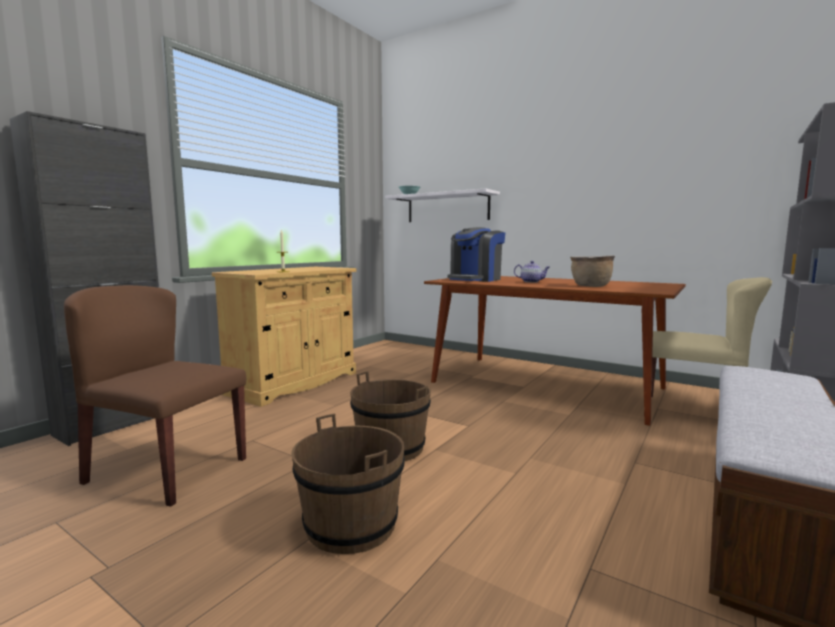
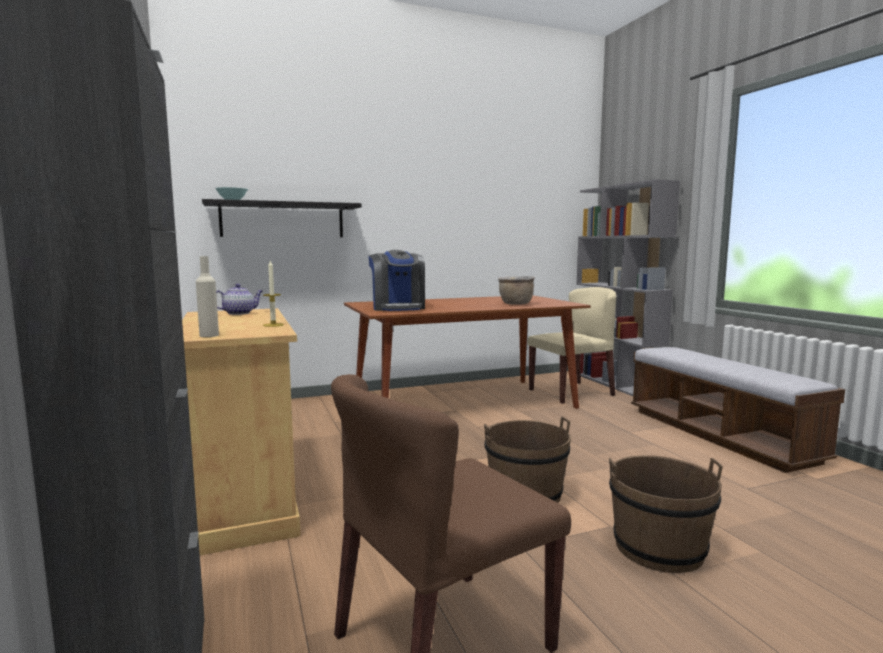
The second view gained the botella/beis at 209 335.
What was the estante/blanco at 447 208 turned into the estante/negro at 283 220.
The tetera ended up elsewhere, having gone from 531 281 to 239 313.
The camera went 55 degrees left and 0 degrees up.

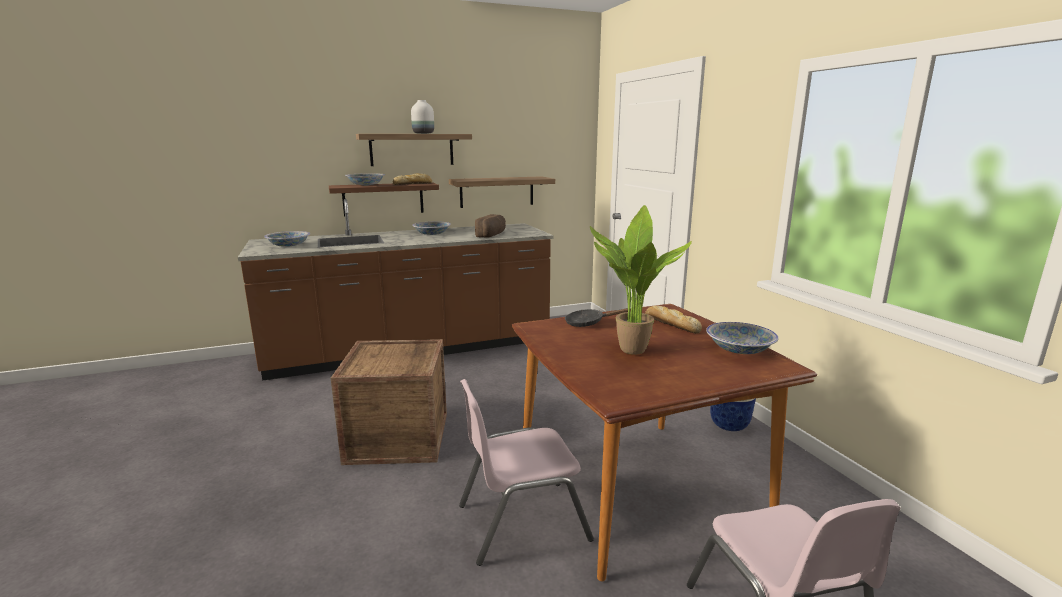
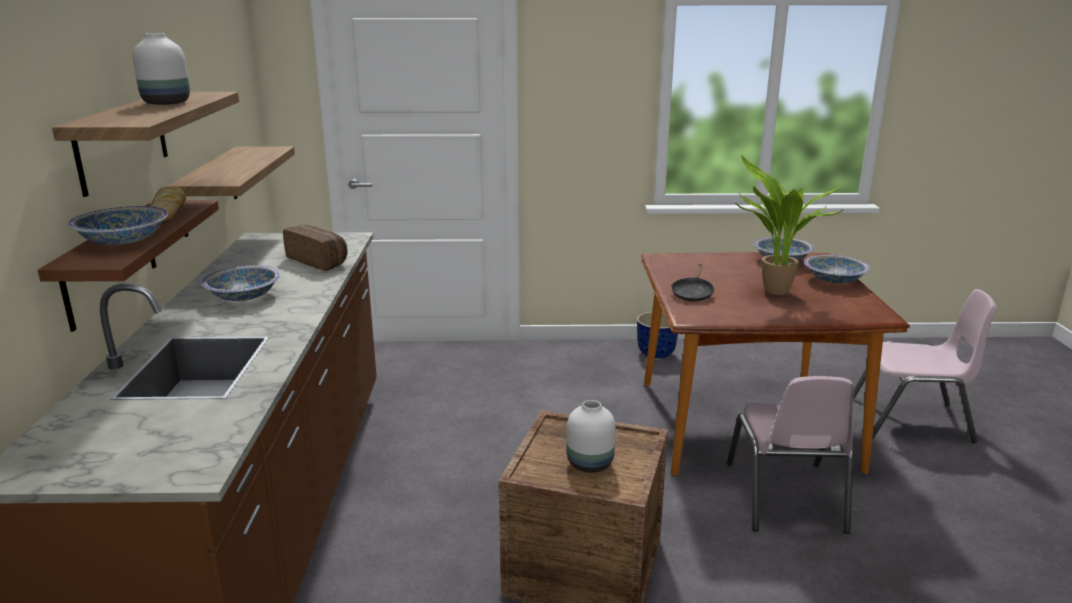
The second view gained the florero/blanco at 591 463.
The cuenco ended up elsewhere, having gone from 288 246 to 834 280.
The second view lost the pan at 670 324.
The camera went 70 degrees left and 5 degrees up.

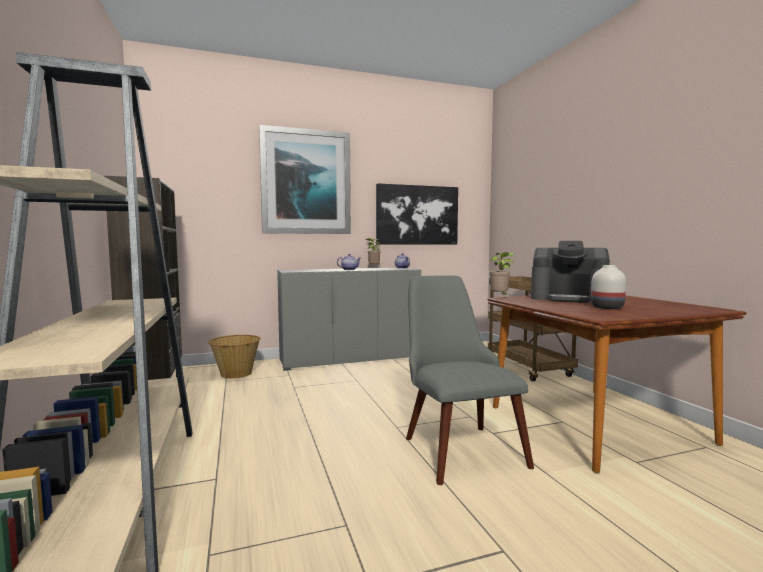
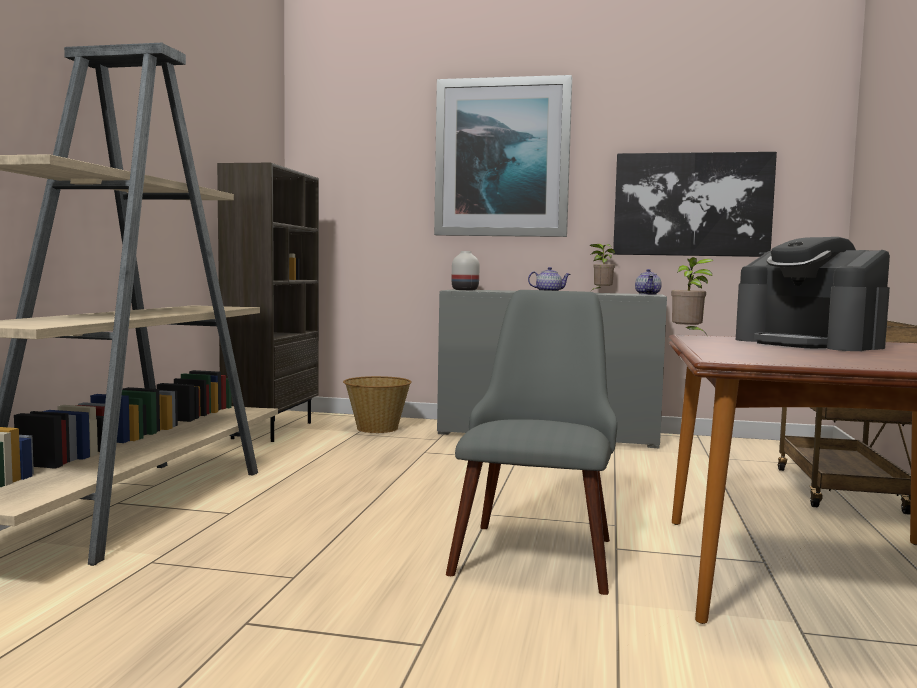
The florero/blanco ended up elsewhere, having gone from 607 307 to 464 290.
The camera went 30 degrees right and 0 degrees up.

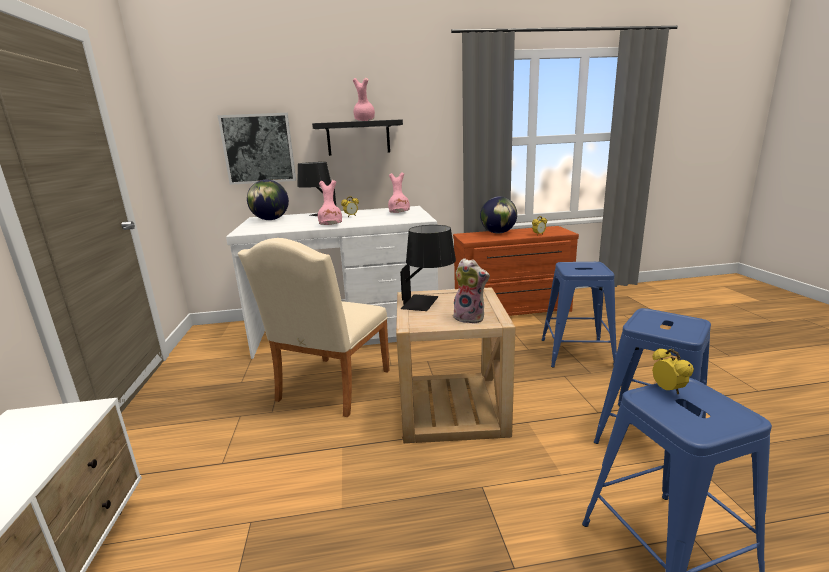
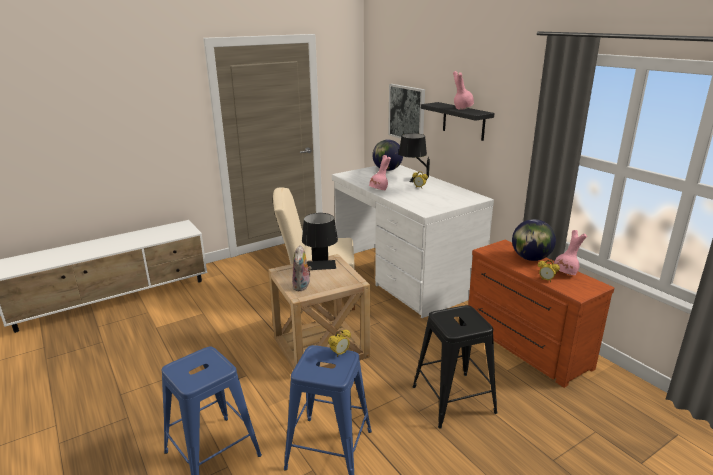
The despertador ended up elsewhere, having gone from 667 390 to 340 353.
What was the taburete/azul at 576 353 turned into the taburete/negro at 453 399.
The florero/rosa ended up elsewhere, having gone from 399 213 to 566 274.
The camera went 65 degrees right and 5 degrees up.

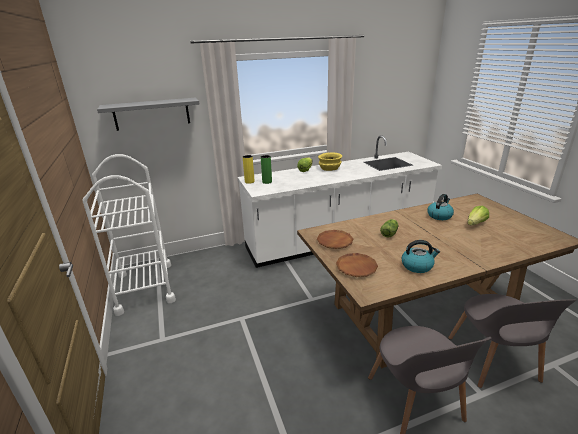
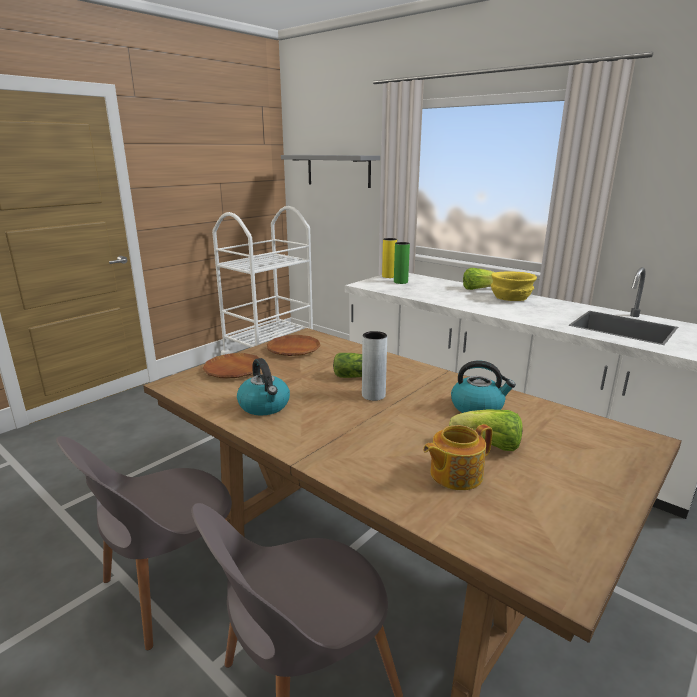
The second view gained the florero/gris at 373 395.
The second view gained the tetera at 454 474.
The camera went 60 degrees right and 5 degrees down.

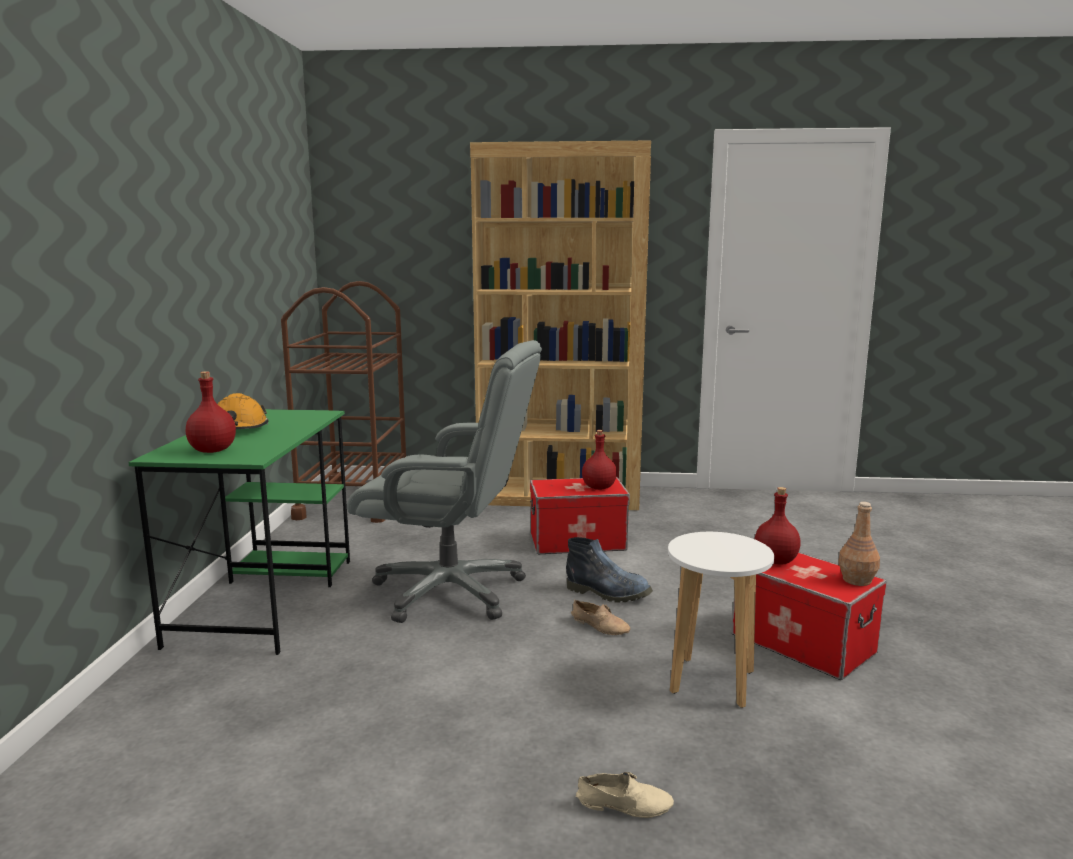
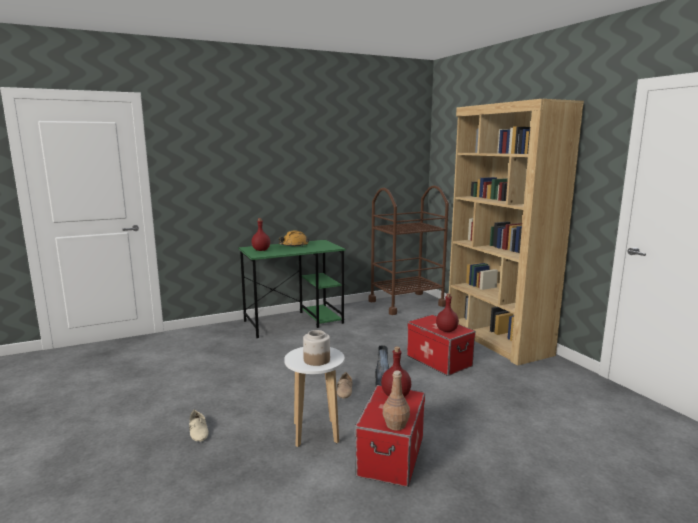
The second view gained the tarro at 316 360.
The second view lost the silla de oficina/gris at 451 591.
The camera went 60 degrees right and 0 degrees up.

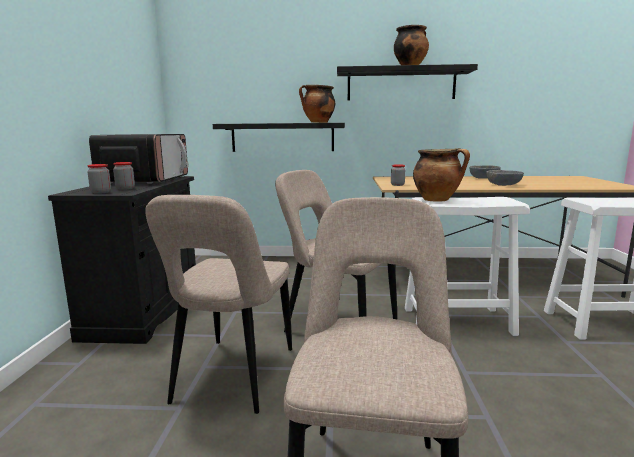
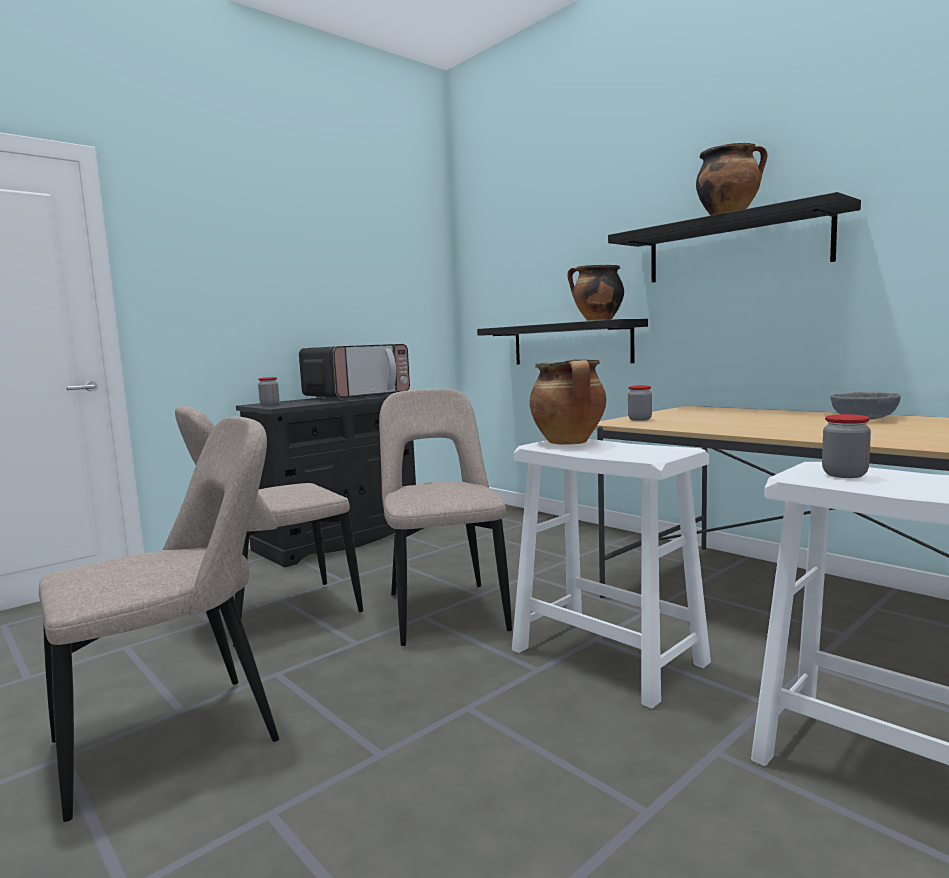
The tarro ended up elsewhere, having gone from 125 188 to 844 475.
The second view lost the cuenco/gris at 503 185.
The camera went 45 degrees right and 5 degrees down.

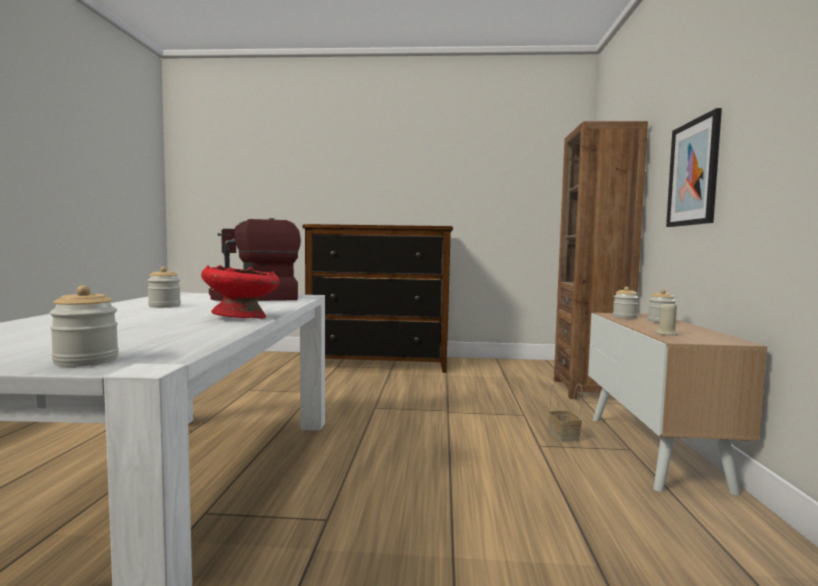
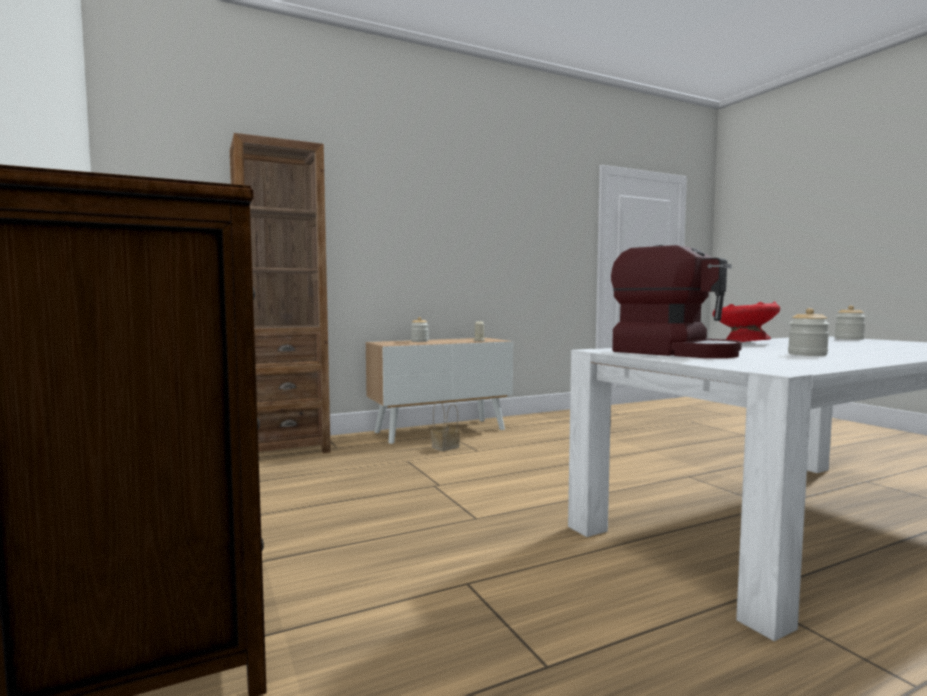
The second view lost the tarro at 624 317.
The second view lost the cuadro at 693 173.
The camera went 120 degrees left and 0 degrees up.

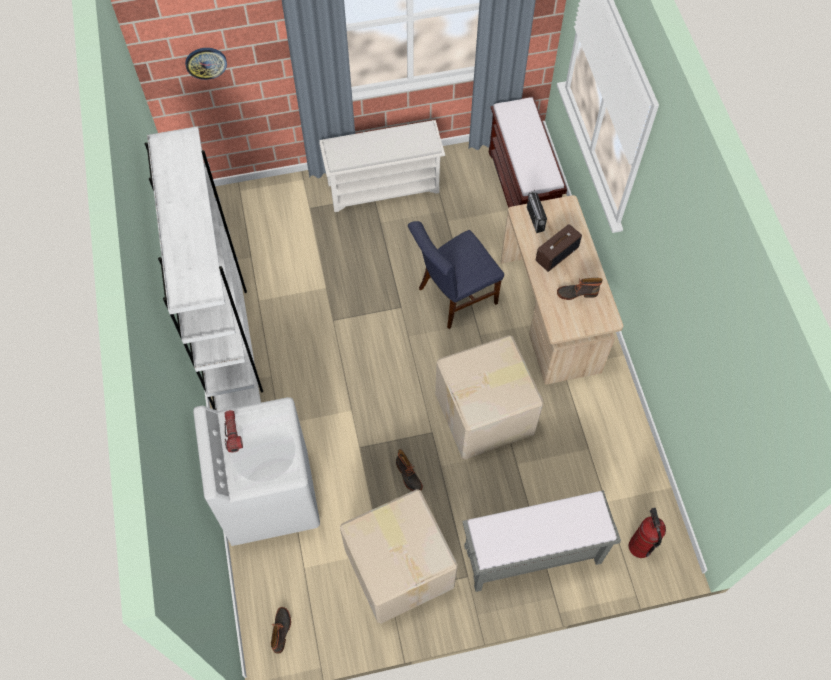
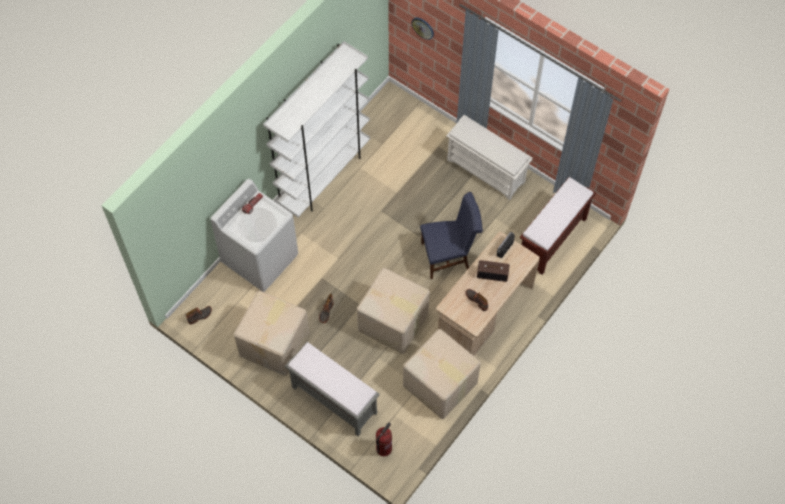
The second view gained the caja de cartón at 440 385.
The silla/azul at 453 297 ended up facing another way, 150 degrees clockwise from before.
The camera went 50 degrees right and 0 degrees up.

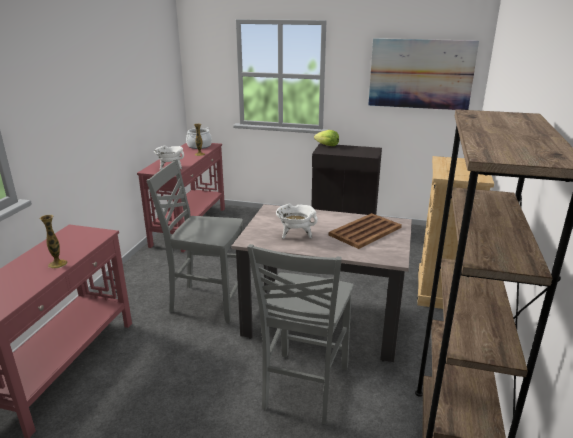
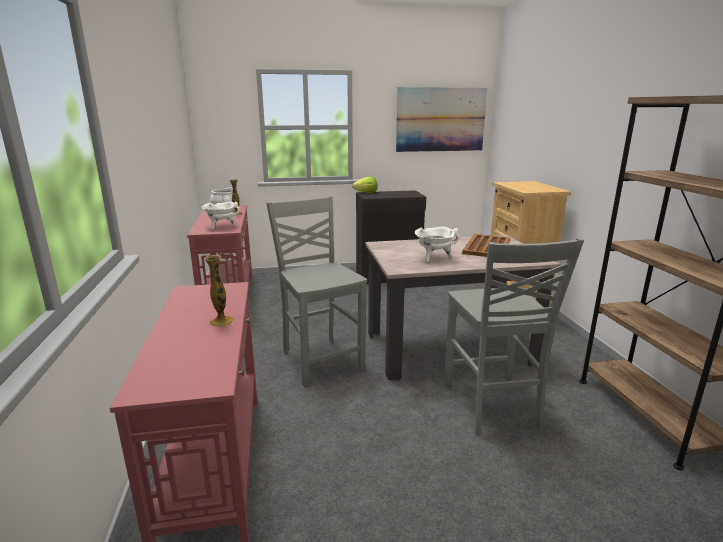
The silla/gris at 207 302 ended up facing another way, 75 degrees clockwise from before.
The camera went 25 degrees left and 5 degrees down.

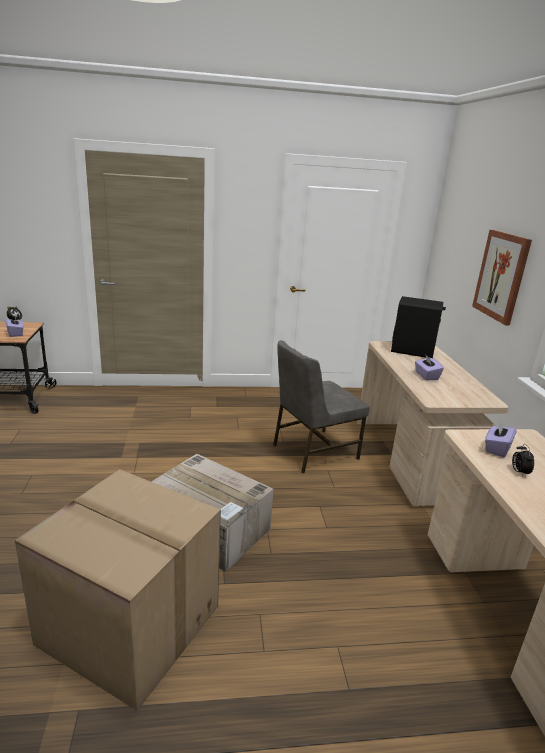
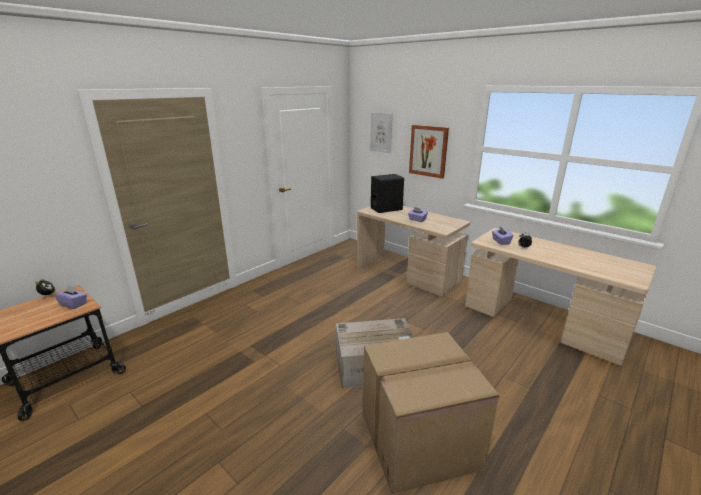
The second view gained the cuadro at 381 132.
The second view lost the silla/gris at 313 451.
The camera went 40 degrees left and 0 degrees up.

